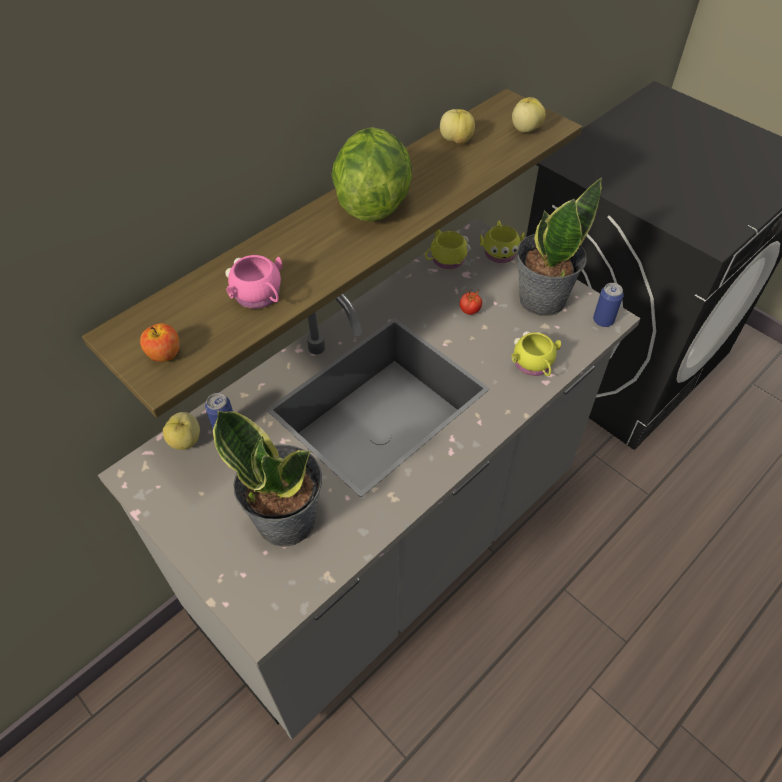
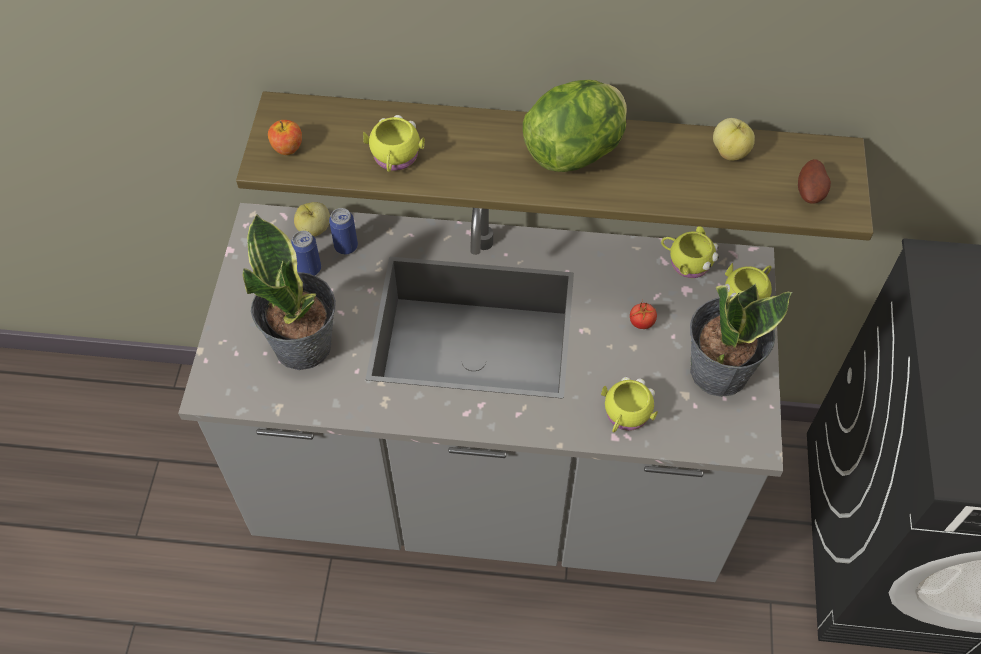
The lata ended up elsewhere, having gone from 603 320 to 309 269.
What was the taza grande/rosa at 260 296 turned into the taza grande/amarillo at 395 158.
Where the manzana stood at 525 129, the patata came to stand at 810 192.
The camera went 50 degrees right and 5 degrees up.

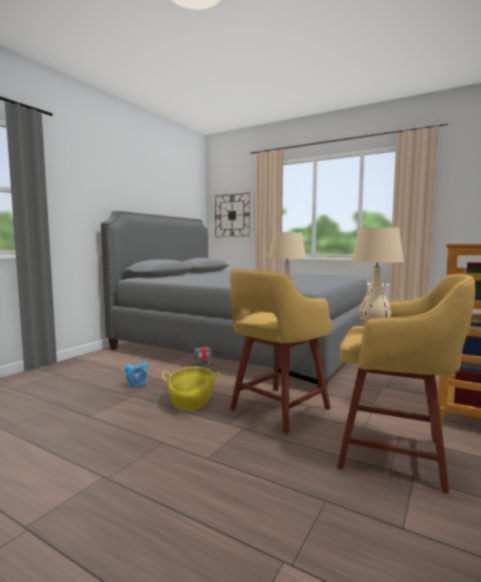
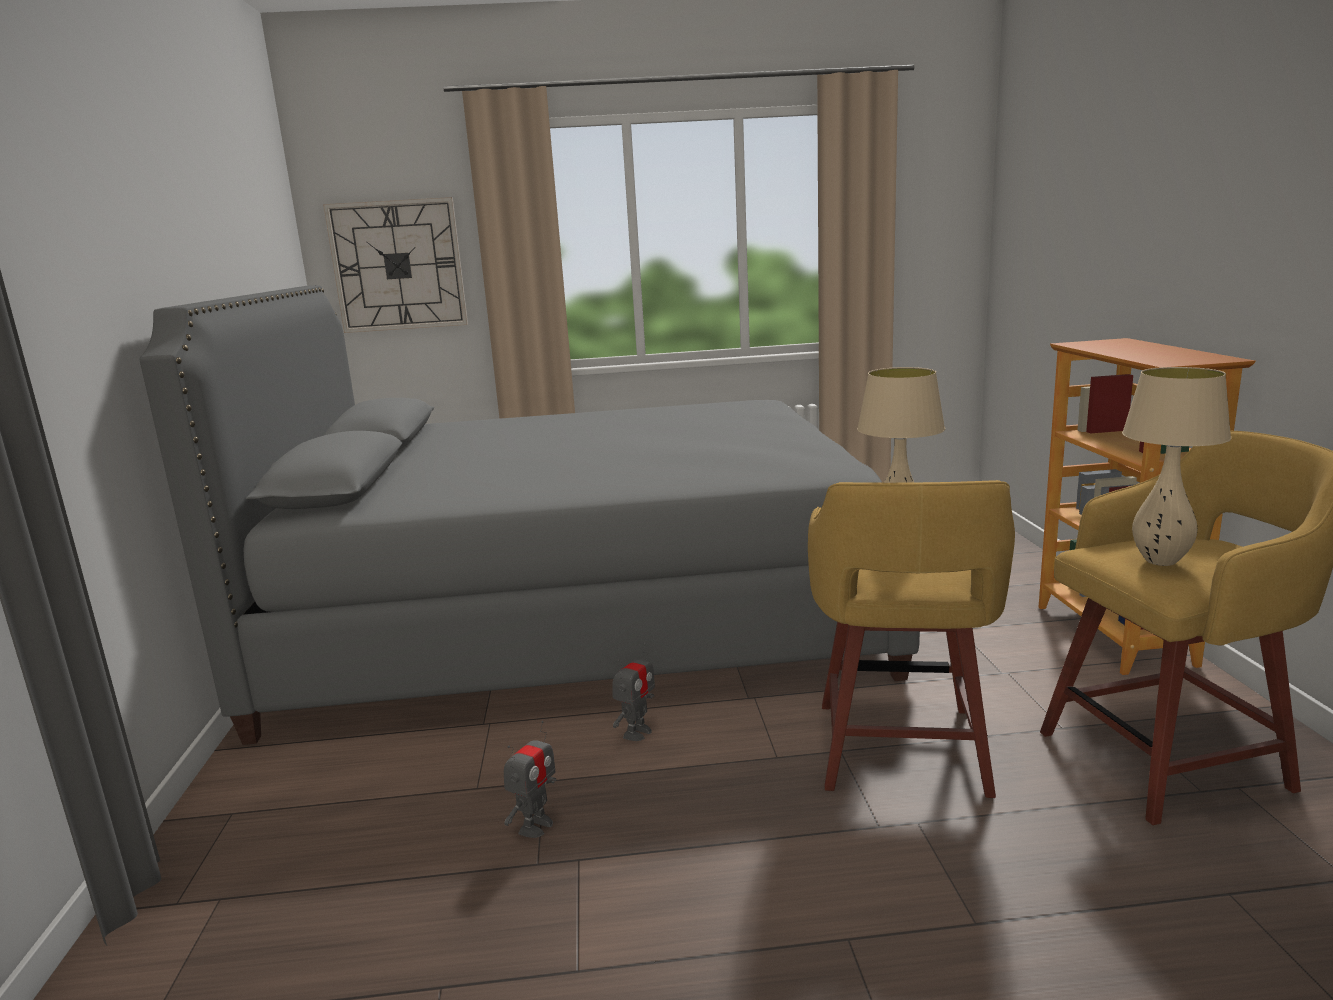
Where the despertador stood at 137 386, the robot de juguete came to stand at 535 826.
The second view lost the cesta at 191 400.
The camera went 35 degrees left and 10 degrees up.

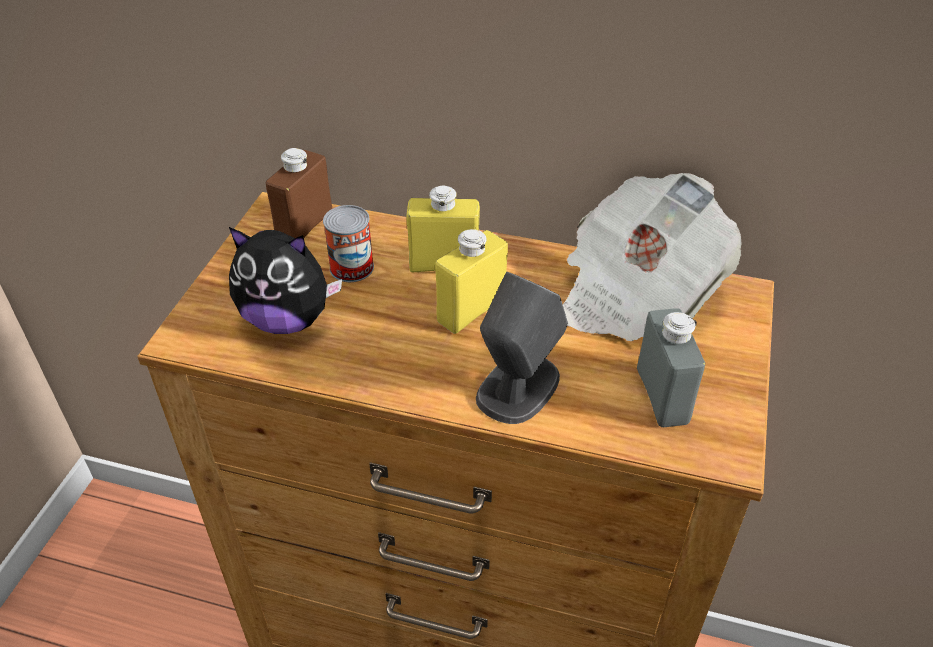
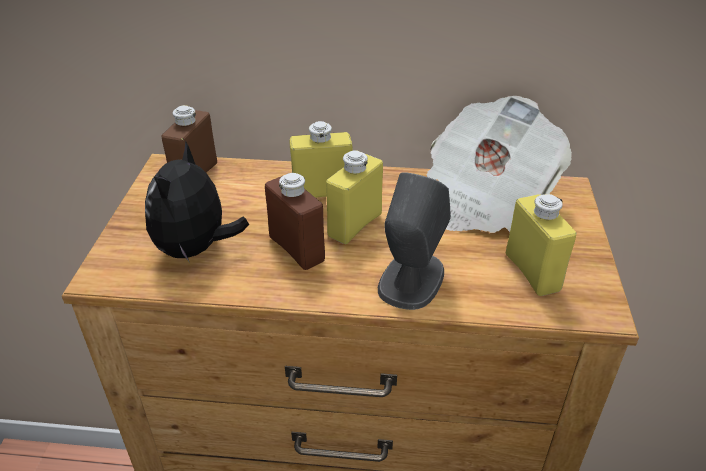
The peluche at 287 319 ended up facing another way, 105 degrees clockwise from before.
The second view gained the botella/marrón at 296 249.
What was the botella/gris at 662 396 turned into the botella/amarillo at 532 272.
The second view lost the lata at 351 268.
The camera went 10 degrees left and 5 degrees down.

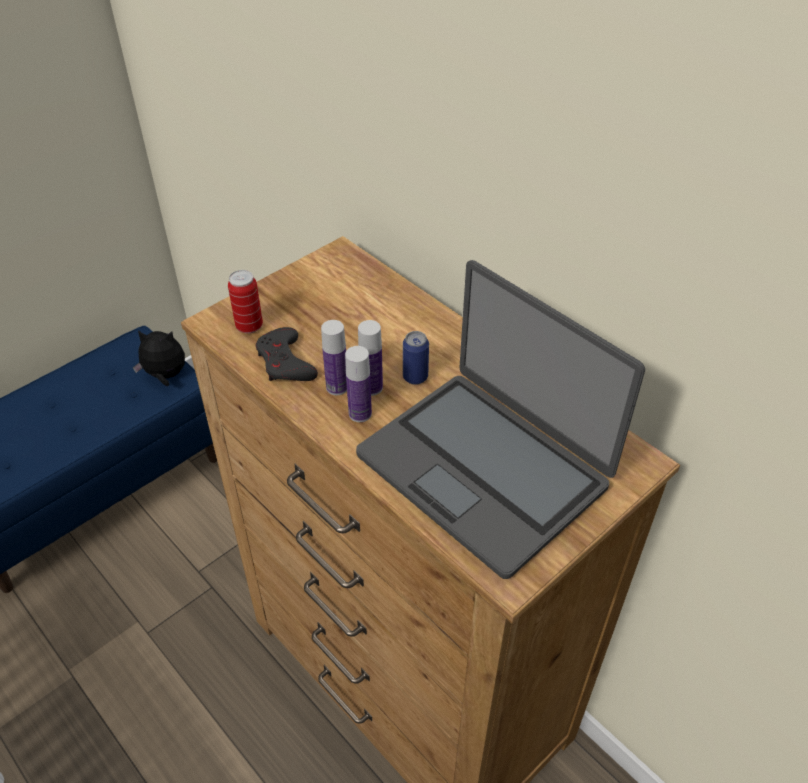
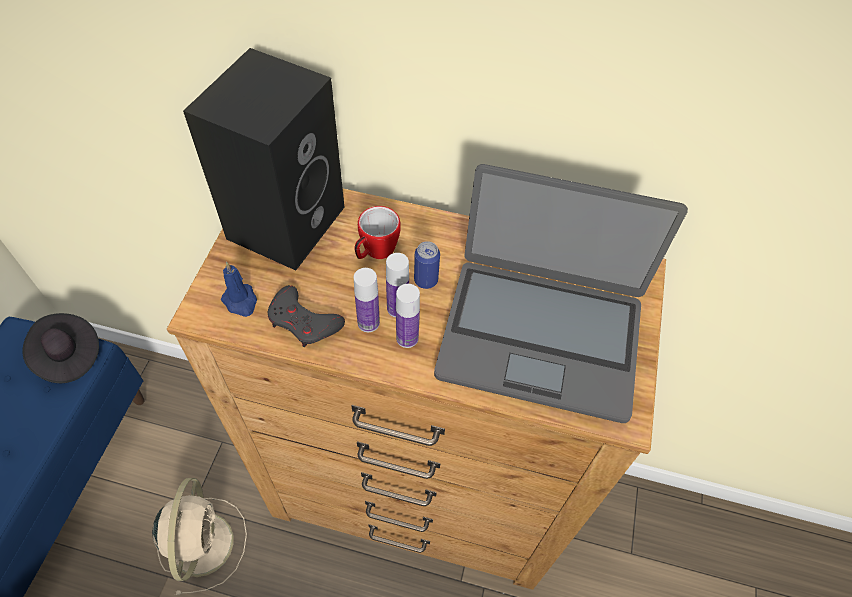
Where the peluche stood at 165 376, the sombrero/negro came to stand at 67 356.
The second view gained the ventilador/beis at 202 541.
The second view gained the altavoz/negro at 286 220.
Where the lata stood at 249 326, the vela/azul came to stand at 241 301.
The second view gained the taza grande at 375 252.
The camera went 35 degrees left and 10 degrees up.

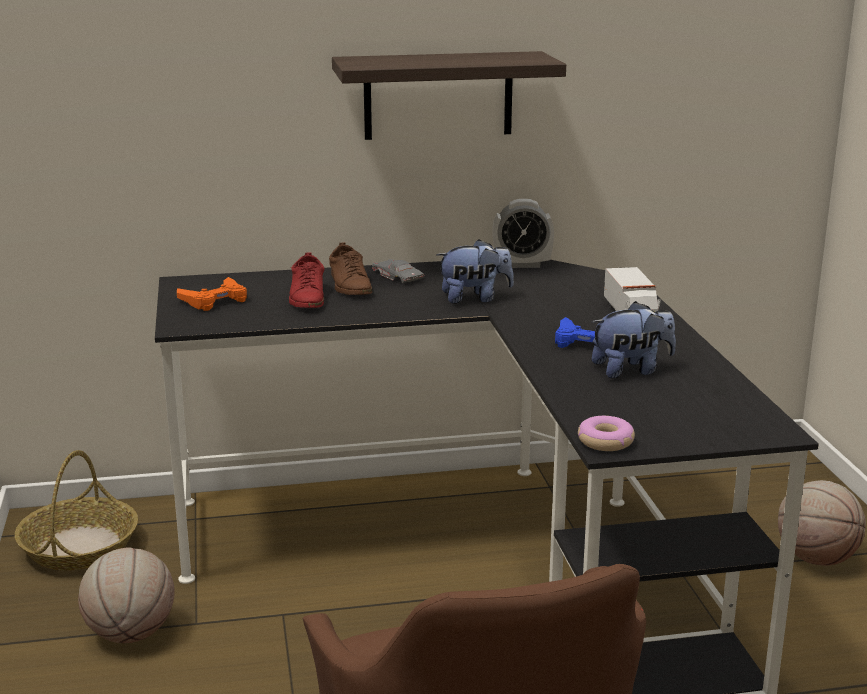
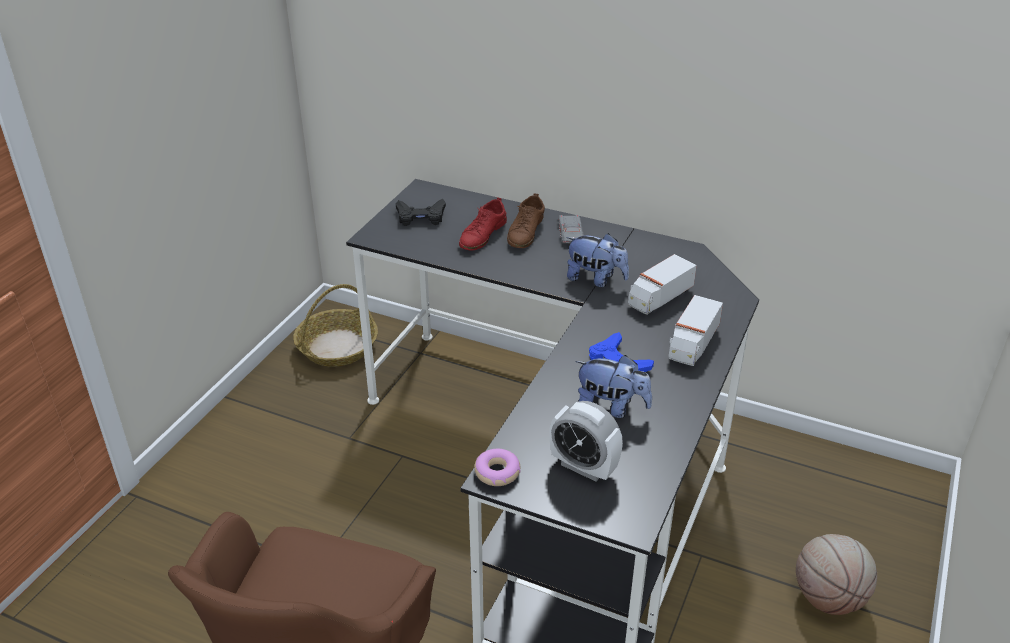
What was the mando de consola/naranja at 215 300 turned into the mando de consola/negro at 420 217.
The despertador ended up elsewhere, having gone from 522 265 to 583 467.
The second view gained the camión de juguete at 659 298.
The second view lost the balón de baloncesto at 130 634.
The second view lost the estante at 438 95.
The camera went 35 degrees right and 15 degrees up.

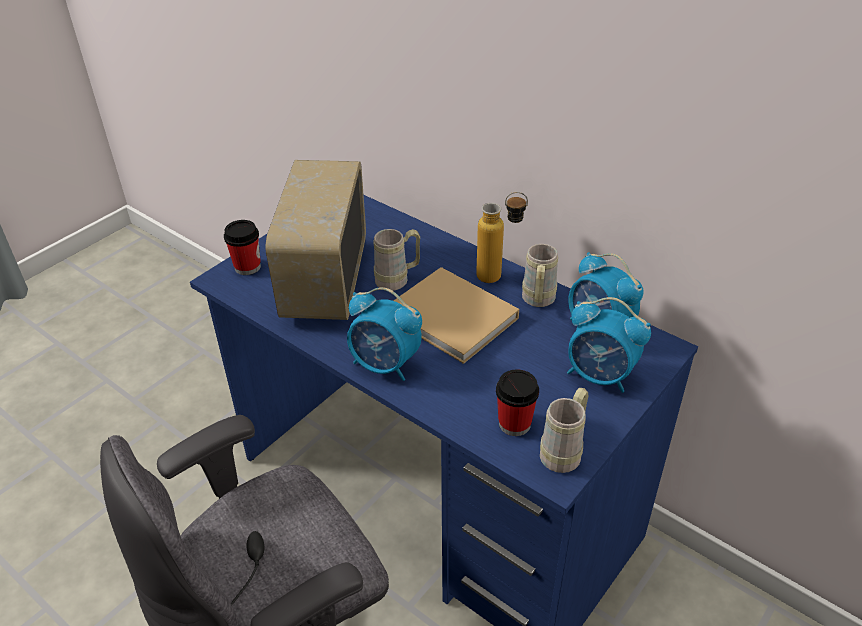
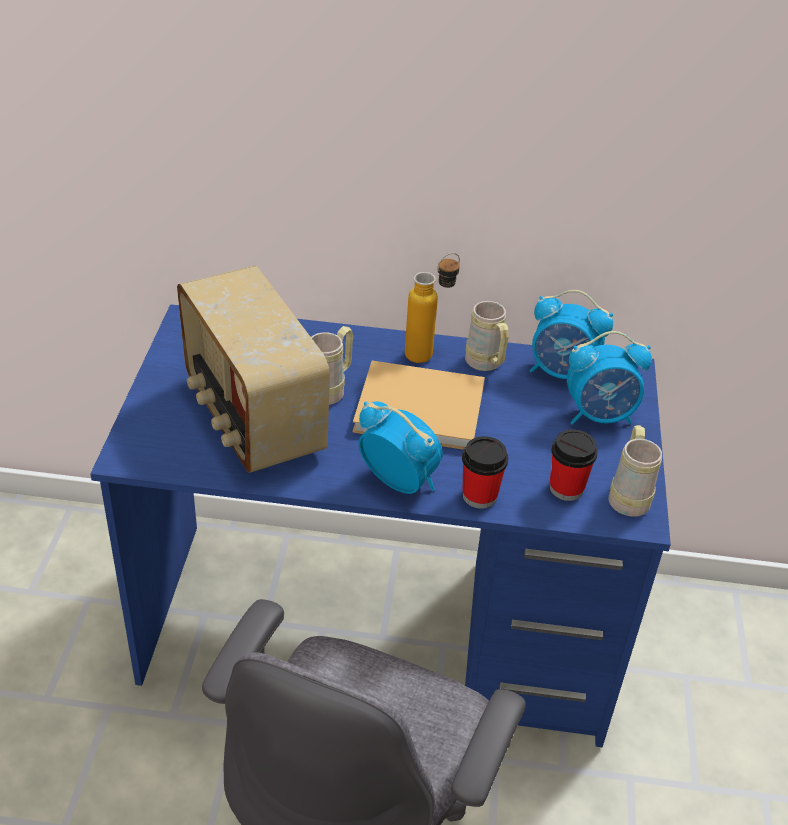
The despertador at 385 365 ended up facing another way, 135 degrees counterclockwise from before.
The taza ended up elsewhere, having gone from 247 267 to 479 496.
The camera went 35 degrees left and 0 degrees up.

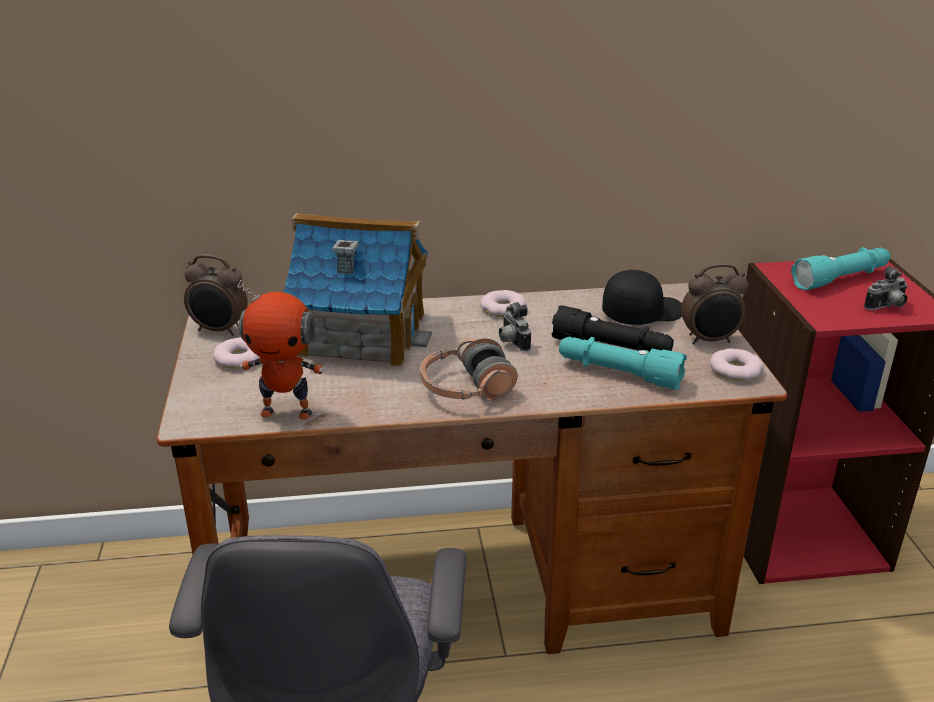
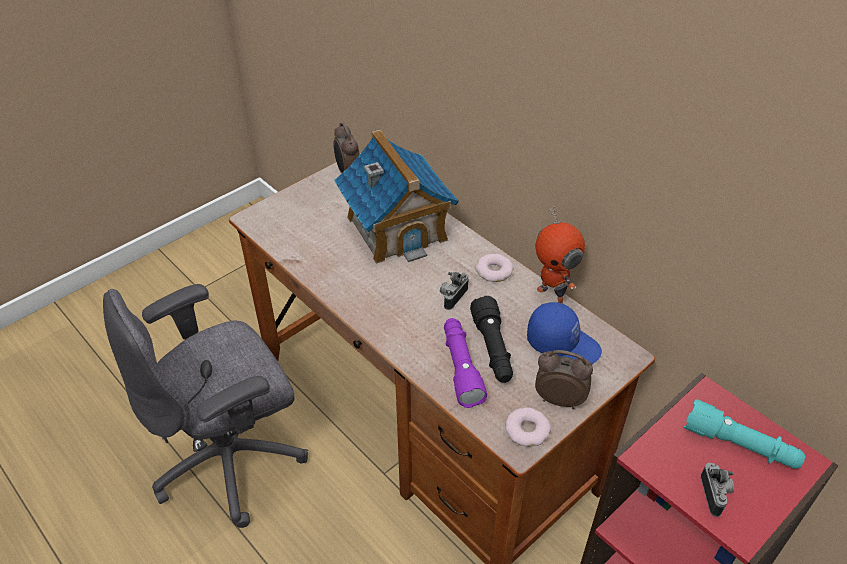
What was the linterna/turquesa at 618 374 turned into the linterna/morado at 461 367.
What was the gorra/negro at 641 313 turned into the gorra/azul at 563 343.
The robot de juguete ended up elsewhere, having gone from 287 412 to 552 296.
The despertador at 710 340 ended up facing another way, 150 degrees clockwise from before.
The cámara at 886 307 ended up facing another way, 120 degrees counterclockwise from before.
The second view lost the rosquilla at 239 358.
The second view lost the auriculares at 466 388.
The camera went 55 degrees right and 15 degrees up.

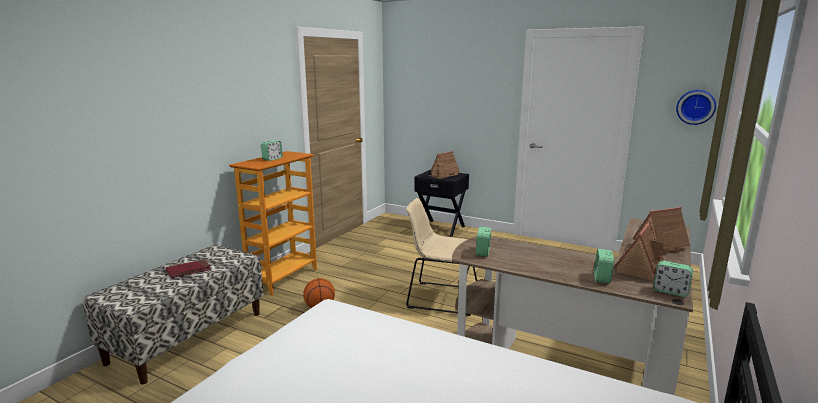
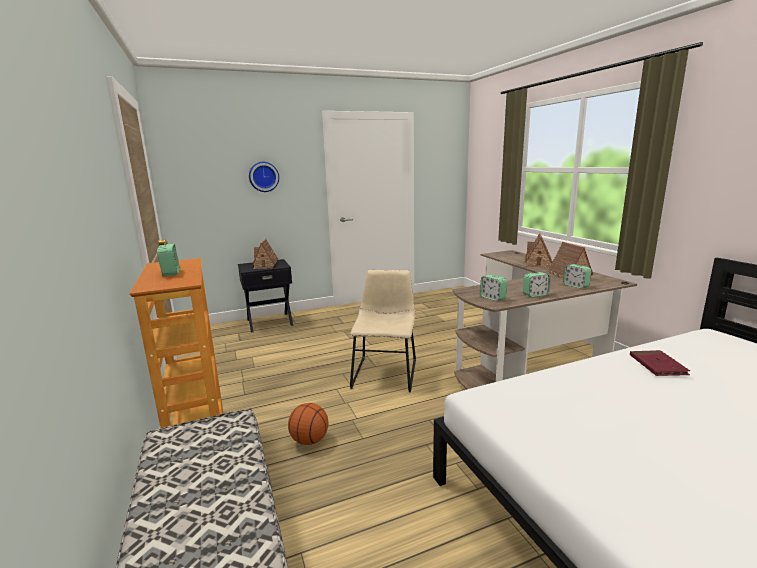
The reloj de pared ended up elsewhere, having gone from 695 107 to 263 176.
The silla/beis at 439 297 ended up facing another way, 135 degrees clockwise from before.
The despertador ended up elsewhere, having gone from 670 291 to 535 294.
The libro/rojo ended up elsewhere, having gone from 188 270 to 657 365.
The camera went 50 degrees left and 0 degrees up.

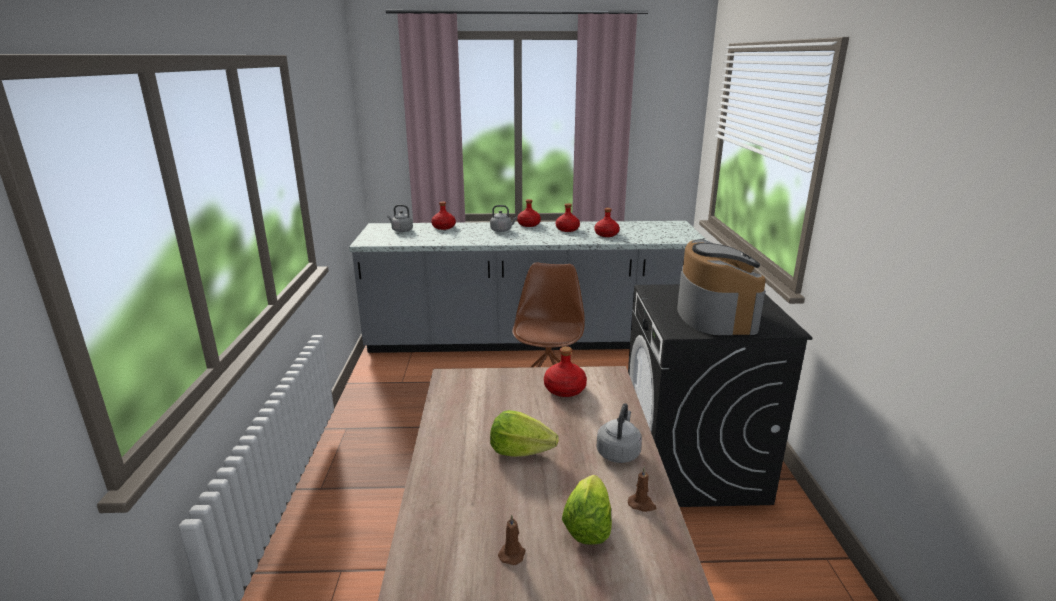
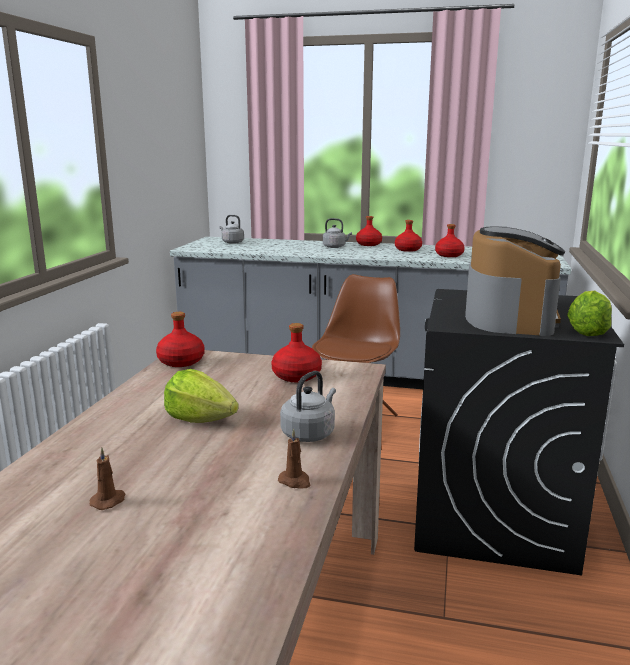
The botella/rojo ended up elsewhere, having gone from 444 227 to 181 361.
The lechuga ended up elsewhere, having gone from 587 526 to 588 331.
The camera went 15 degrees right and 5 degrees down.

